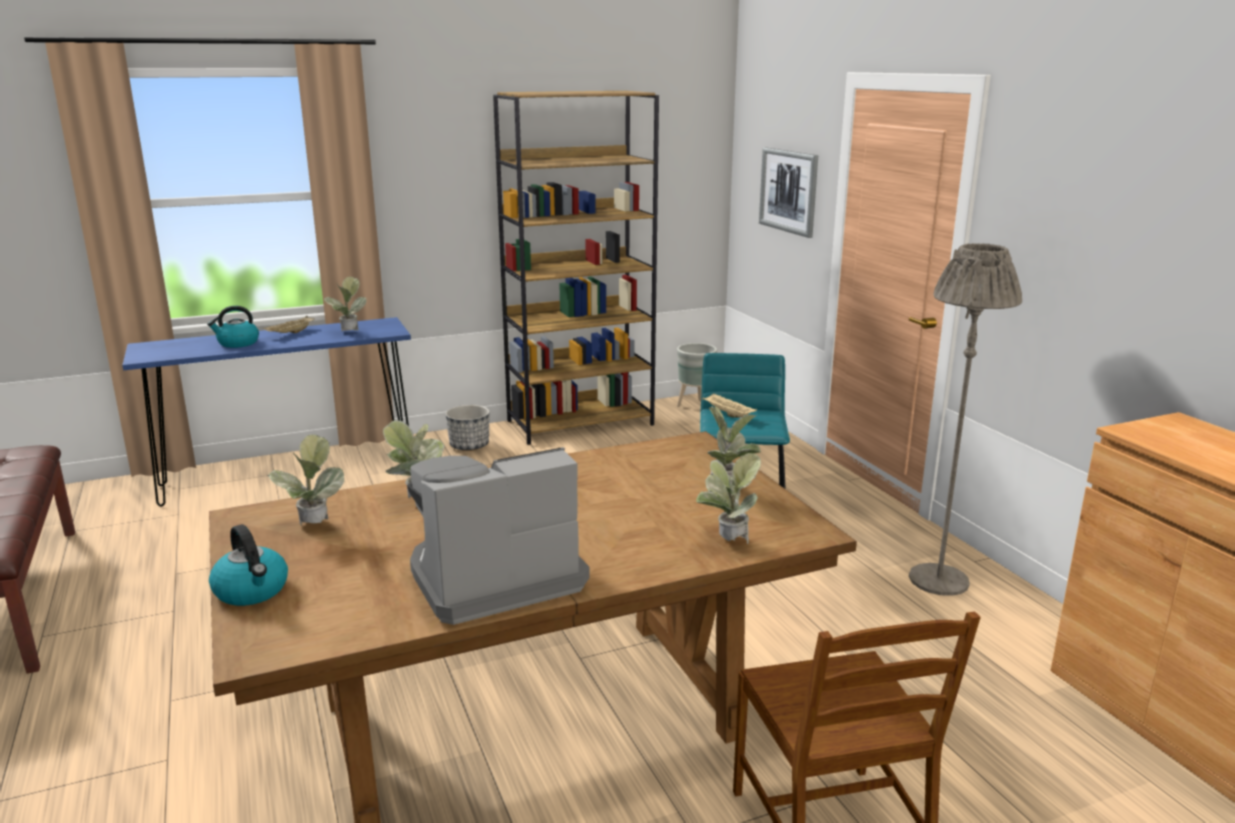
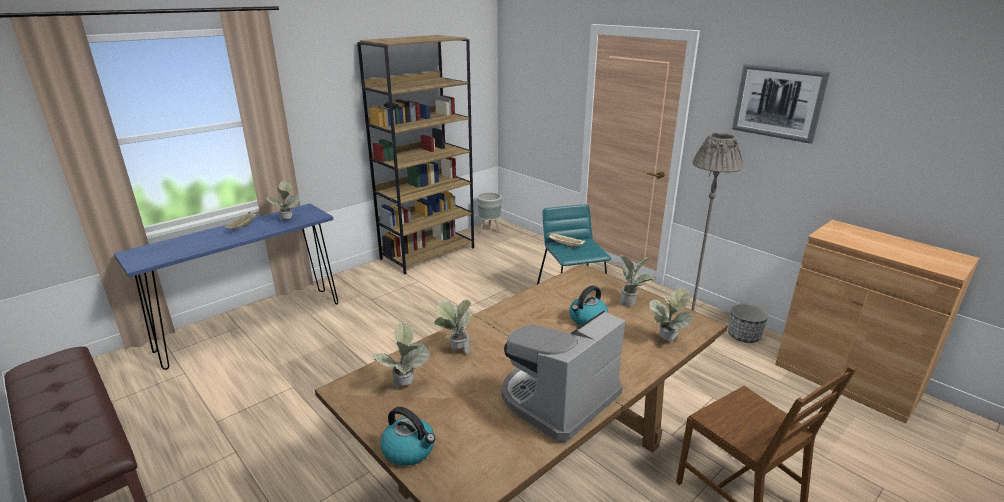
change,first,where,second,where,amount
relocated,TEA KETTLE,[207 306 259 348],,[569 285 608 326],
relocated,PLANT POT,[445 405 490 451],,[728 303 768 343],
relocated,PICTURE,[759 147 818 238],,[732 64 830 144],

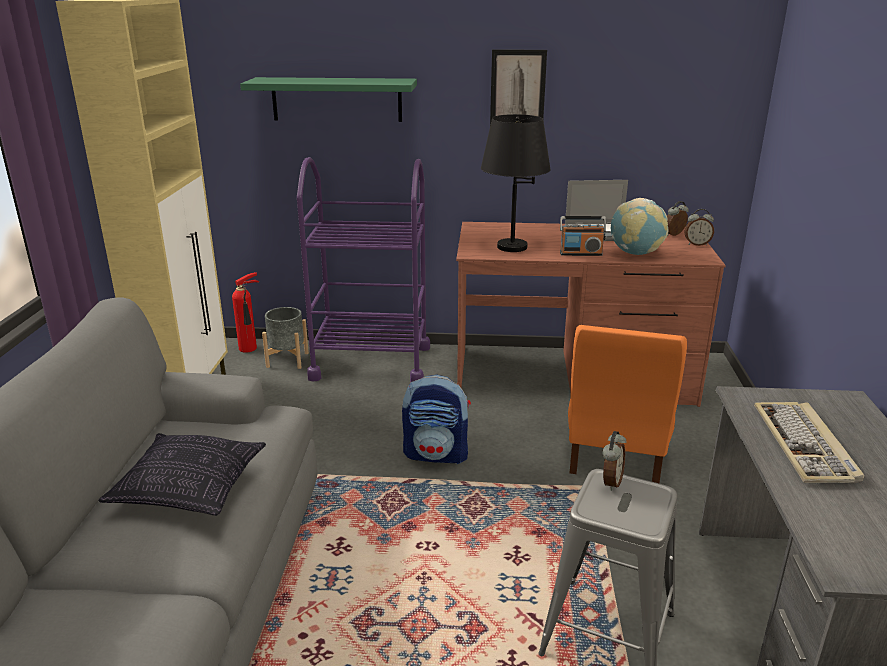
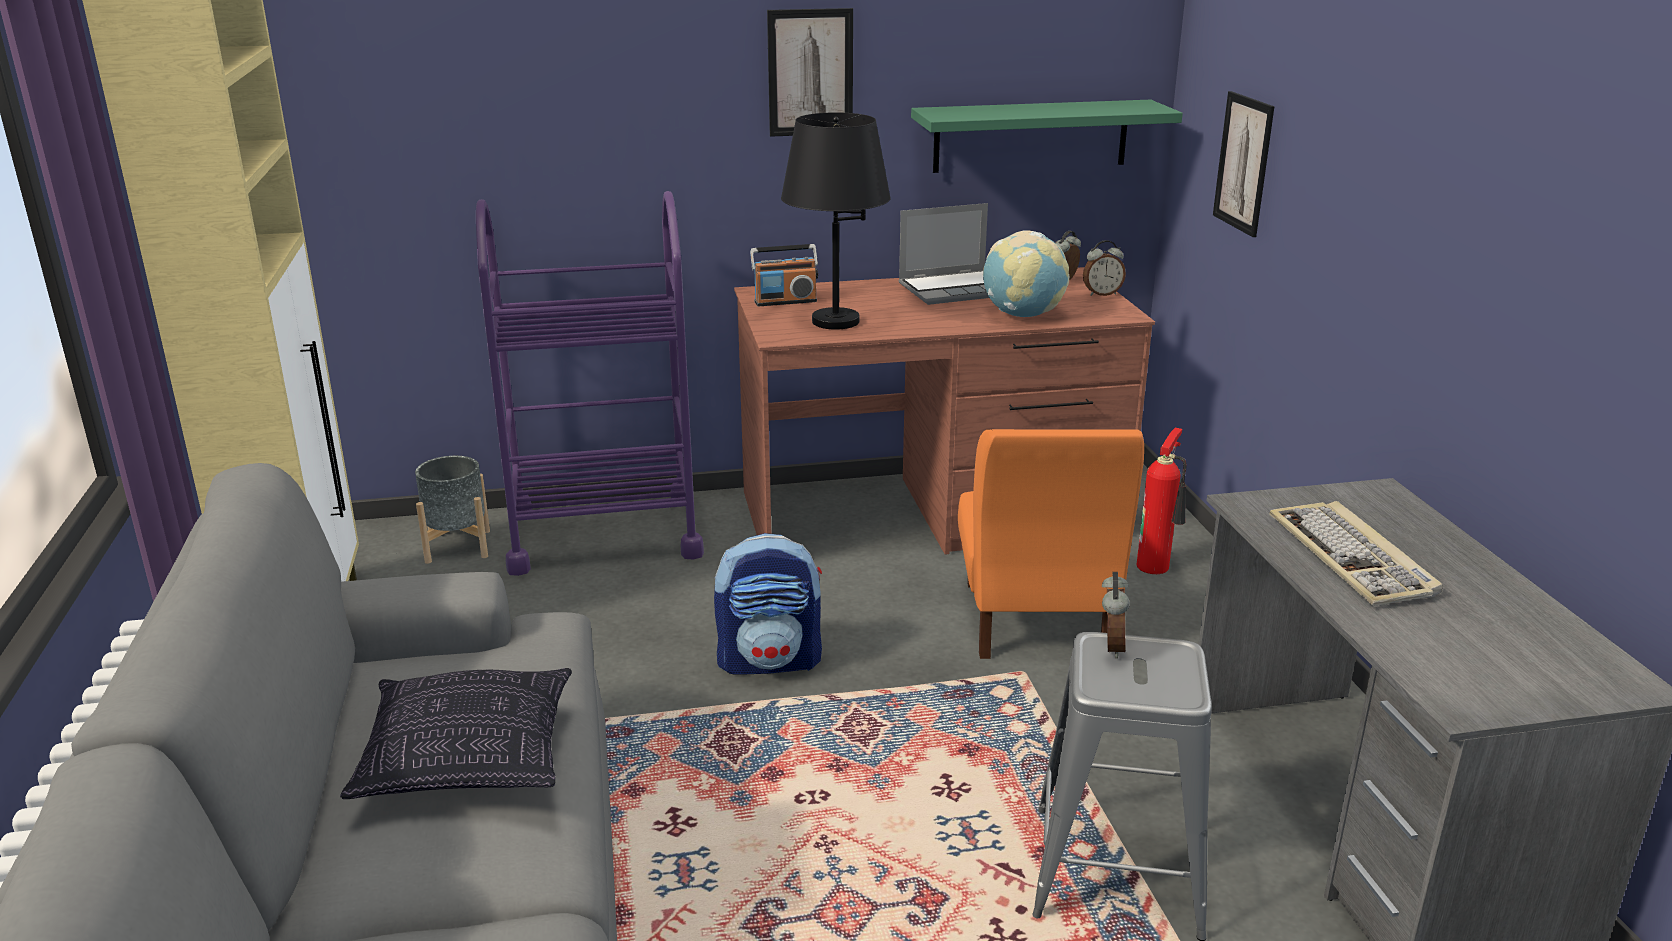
change,first,where,second,where,amount
relocated,RADIO SET,[560 216 606 256],,[750 244 818 306],
relocated,GREENISH BRACKET SHELF,[240 77 417 122],,[911 100 1183 173],
relocated,EXTINGUISHER,[232 272 259 353],,[1137 428 1187 574],
appeared,,,PICTURE,[1213 91 1275 237],

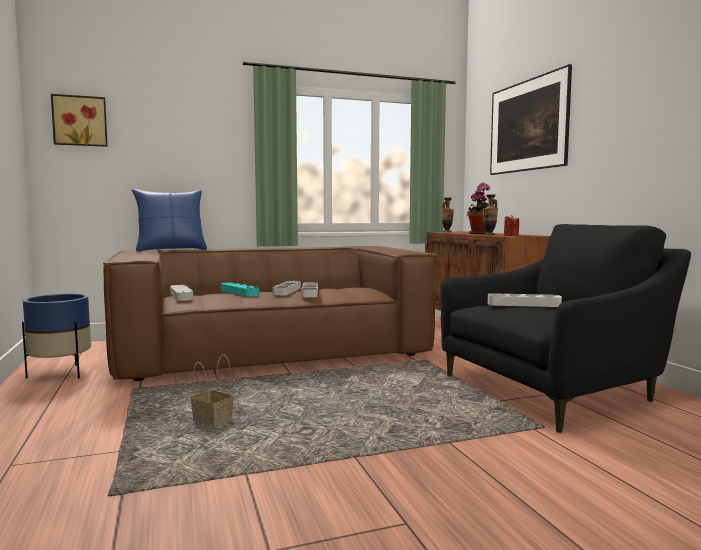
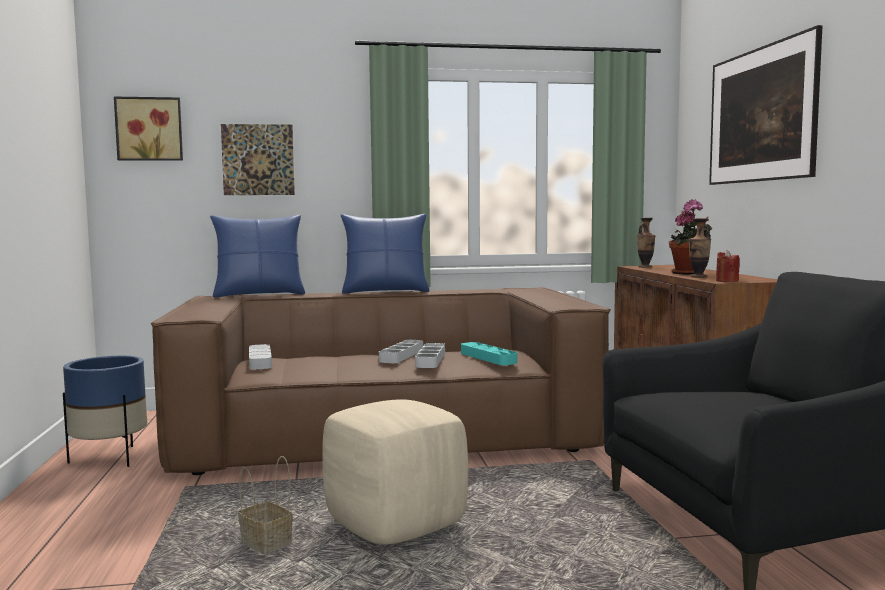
change,first,where,second,where,amount
appeared,,,PICTURE,[221 124 295 195],
appeared,,,SAND-COLOURED POUFFE,[322 399 468 545],
appeared,,,BLUISH PILLOW,[341 214 429 294],
relocated,TURQUOISE CARRYING TRAY,[221 282 259 296],,[461 342 517 365],
missing,GRAY CARRYING TRAY,[488 293 562 307],,,

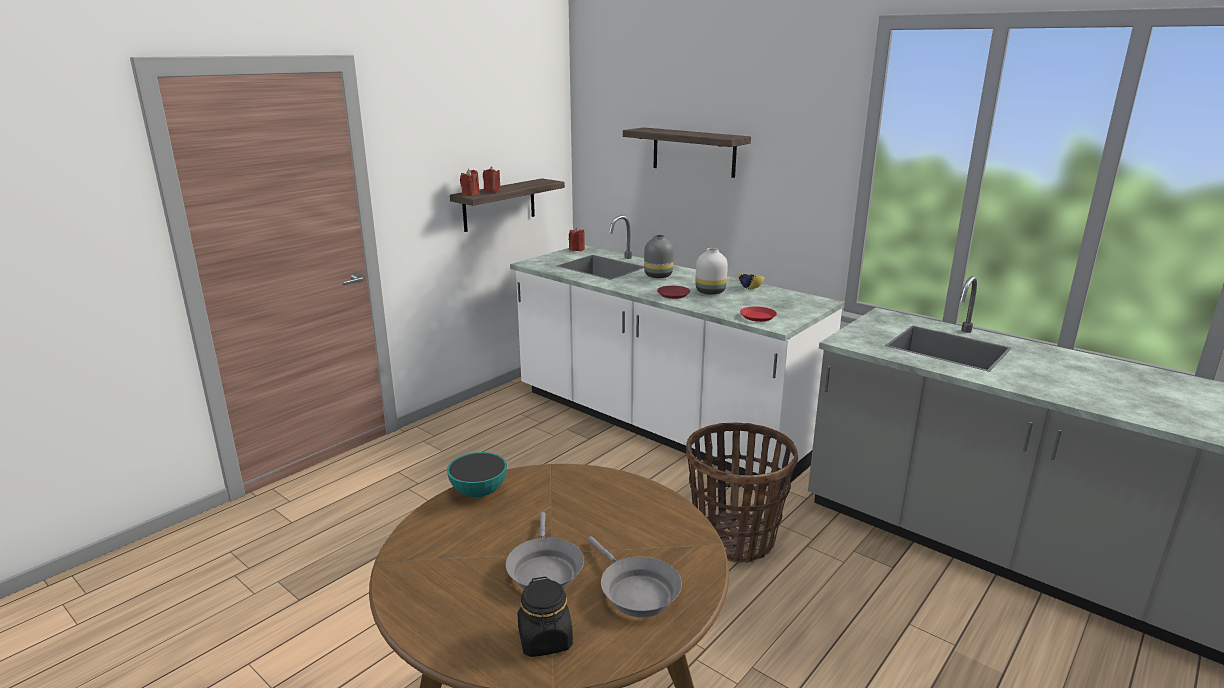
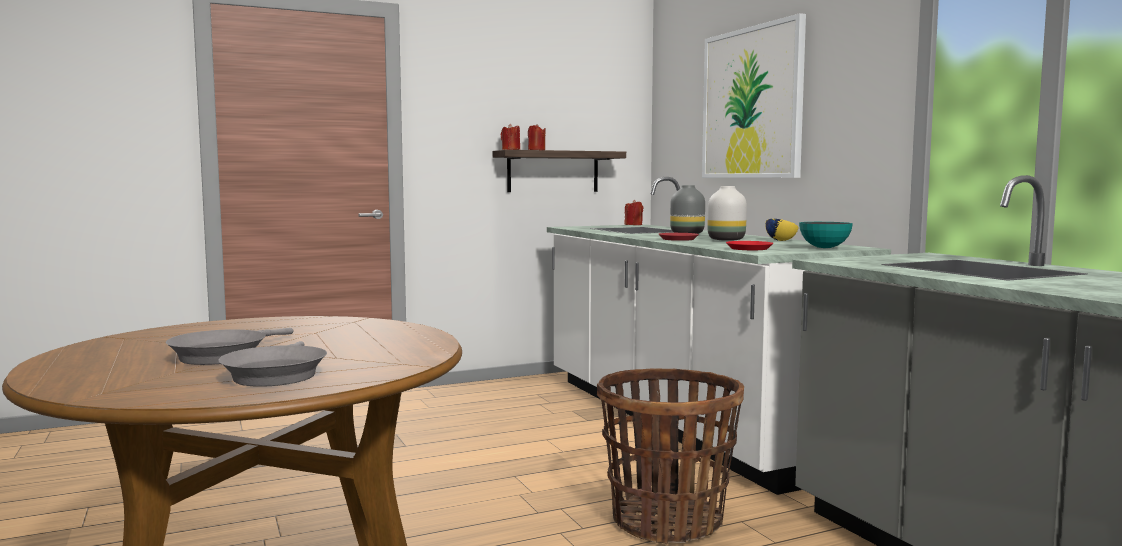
change,first,where,second,where,amount
exchanged,BRACKET SHELF,[623 127 751 178],PICTURE,[702 13 806 178],
relocated,SERVING BOWL,[447 452 507 497],,[799 222 853 248],
missing,BLACKISH PRESERVE JAR,[518 576 573 657],,,

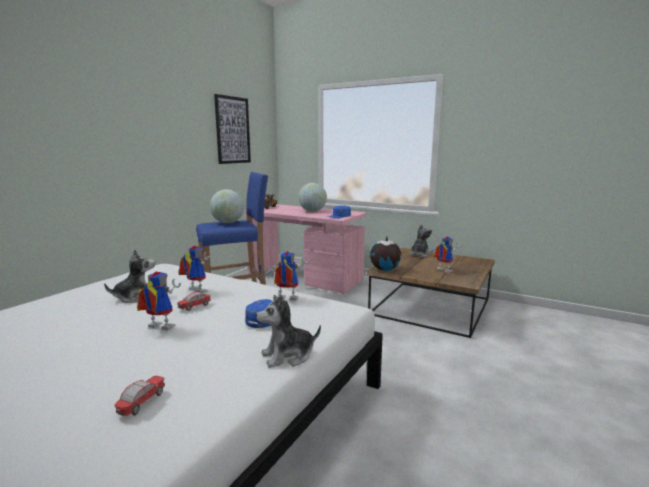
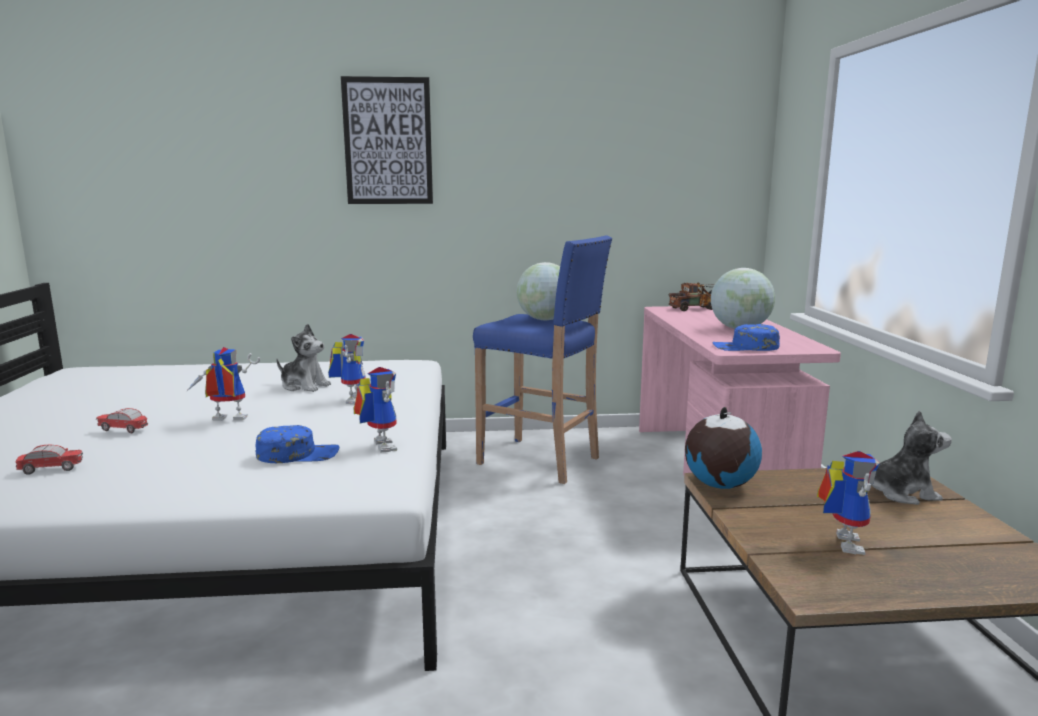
change,first,where,second,where,amount
relocated,MODEL CAR,[177 292 211 311],,[96 408 148 433],
spun,ROBOT FIGURE,[133 272 181 331],,[186 347 260 421],75 degrees counterclockwise
relocated,PICTURE,[214 94 251 164],,[341 76 433 204],
missing,PLUSH TOY,[256 295 321 368],,,

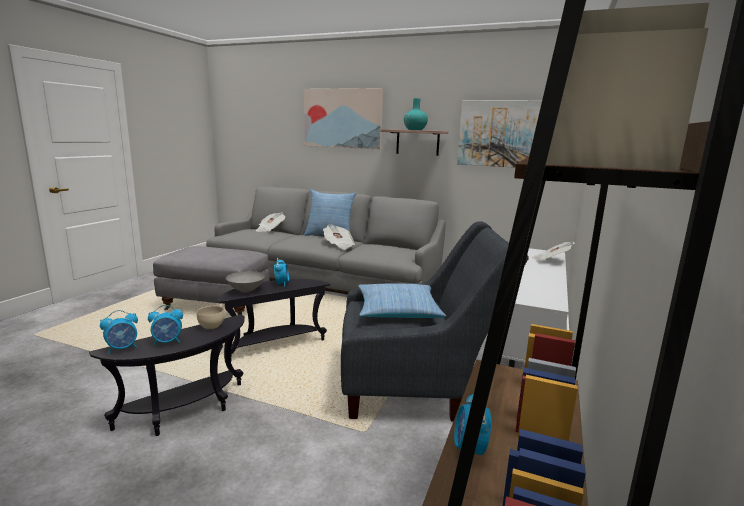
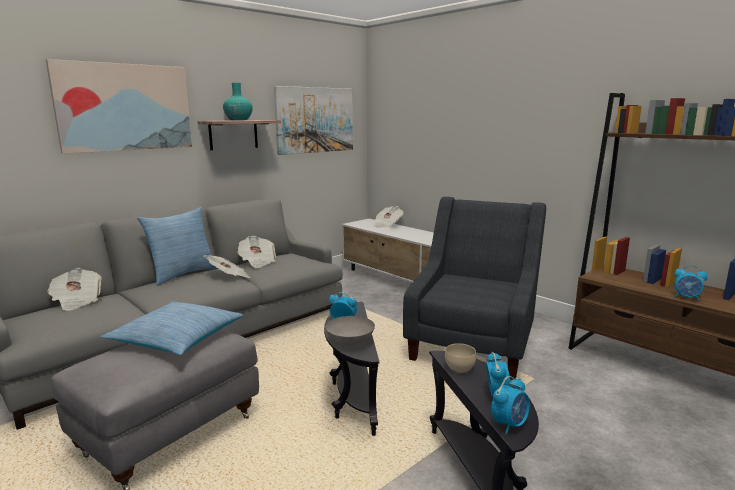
change,first,where,second,where,amount
relocated,PILLOW,[358 283 446 318],,[100 301 244 355],
appeared,,,NEWSPAPER,[238 236 276 268],
spun,TABLE CLOCK,[100 310 138 354],,[492 376 530 434],60 degrees clockwise

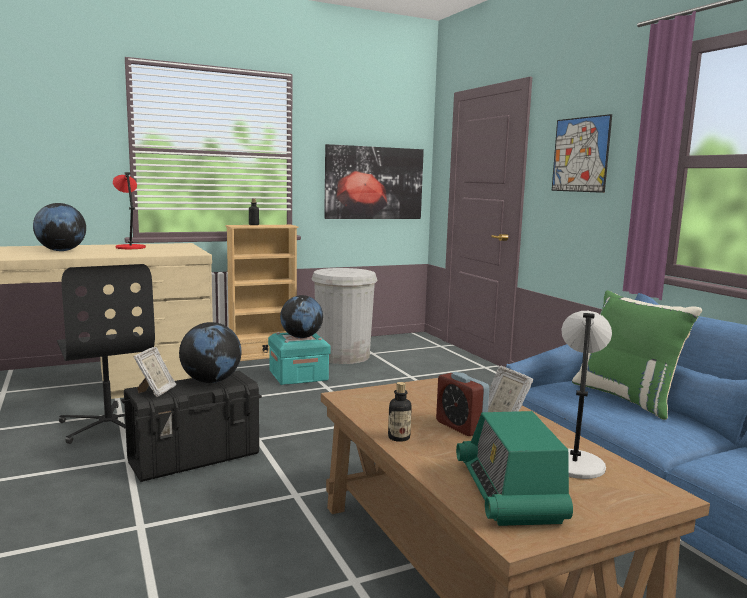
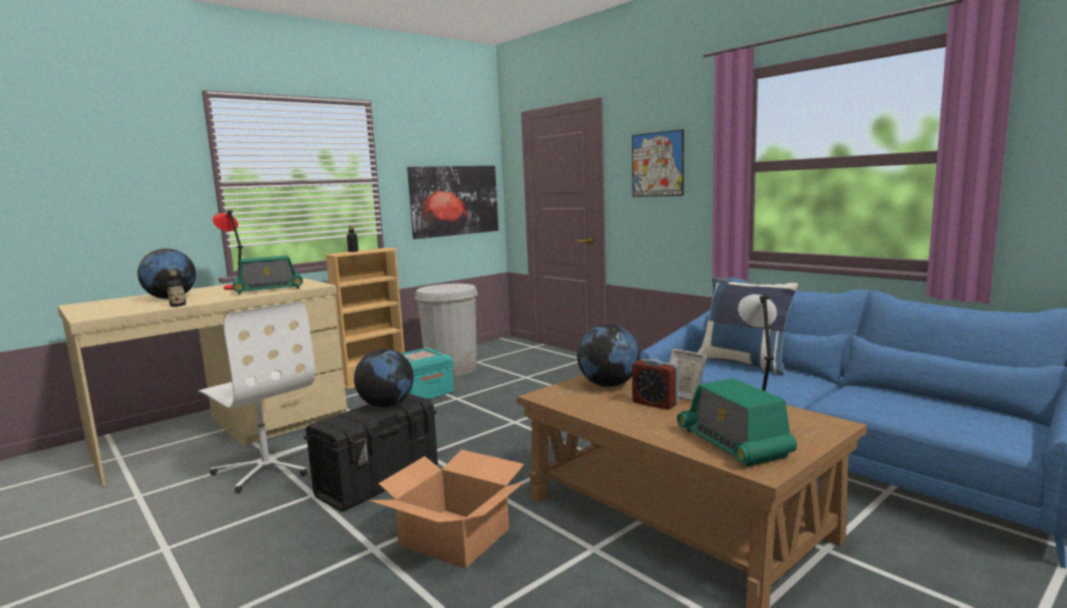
change,first,where,second,where,amount
relocated,BEVERAGE BOTTLE,[388 382 412 442],,[167 270 186 307],
colour,BLACKISH OFFICE CHAIR,[57 264 155 444],WHITE OFFICE CHAIR,[198 301 315 493],
appeared,,,RADIO SET,[232 255 303 294],
appeared,,,PACKING BOX,[369 450 524 569],
relocated,WORLD GLOBE,[280 295 323 338],,[577 324 640 387],
colour,GREENISH PILLOW,[572 290 702 420],BLUISH PILLOW,[697 278 798 375],
missing,PHOTO FRAME,[134 347 176 397],,,

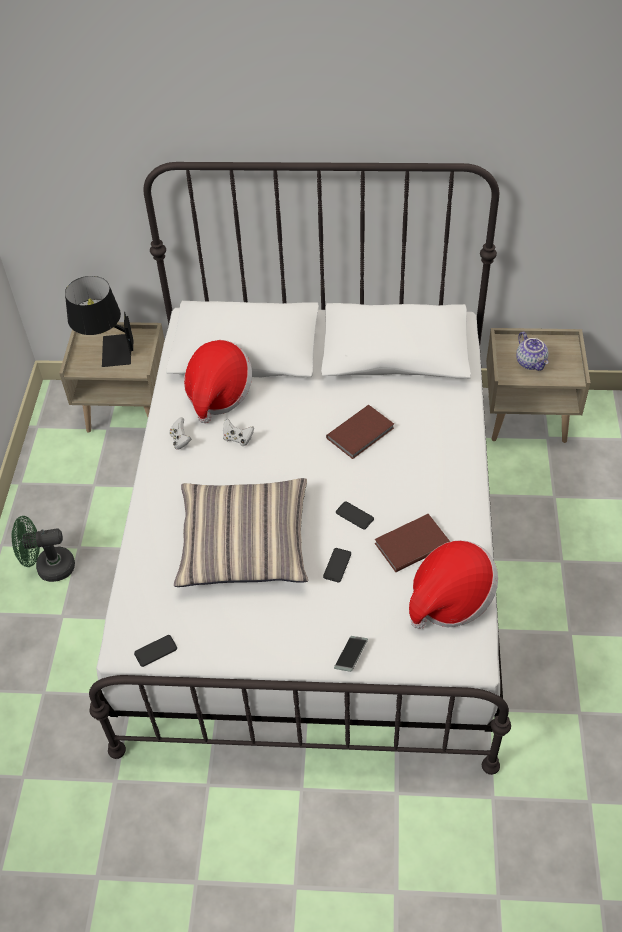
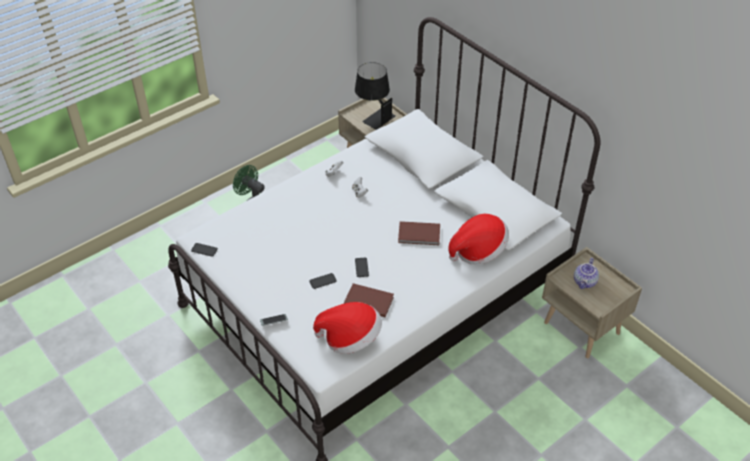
change,first,where,second,where,amount
relocated,HAT,[184 340 252 424],,[448 214 509 264],
missing,PILLOW,[174 478 308 587],,,

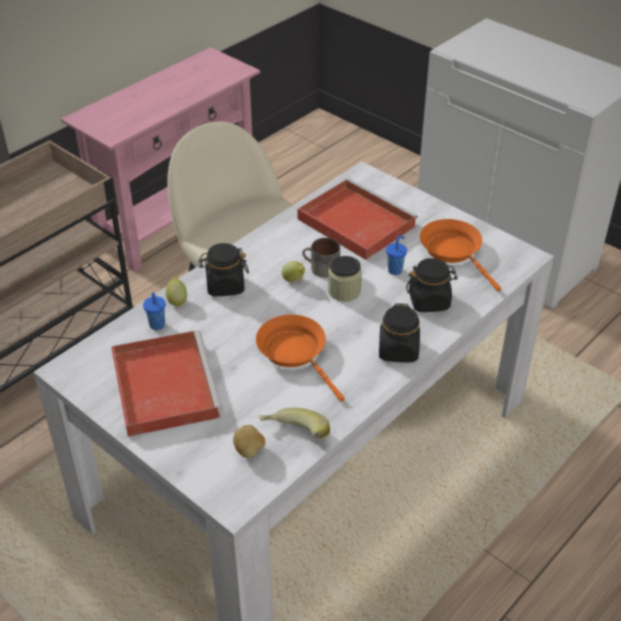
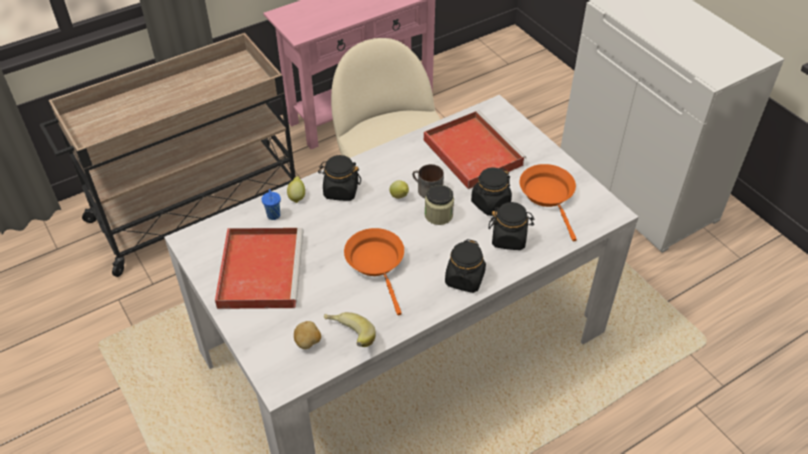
change,first,where,second,where,amount
exchanged,BLUISH SMALL CUP,[386 235 407 275],BLACKISH PRESERVE JAR,[471 168 512 216],

